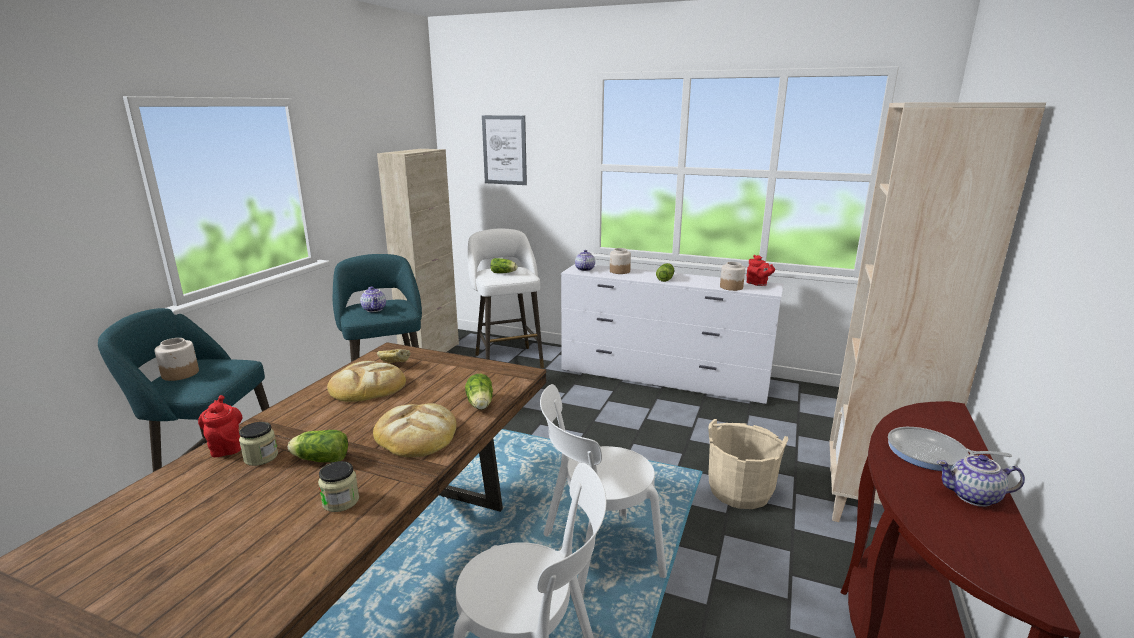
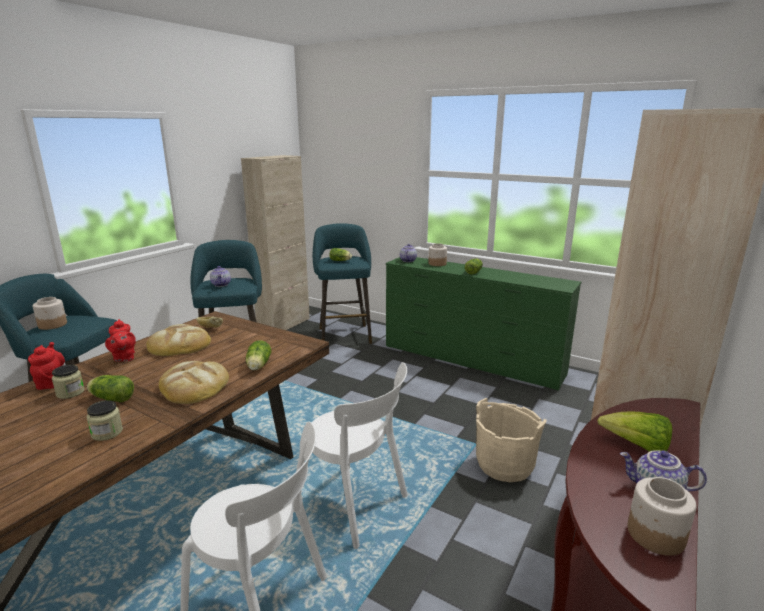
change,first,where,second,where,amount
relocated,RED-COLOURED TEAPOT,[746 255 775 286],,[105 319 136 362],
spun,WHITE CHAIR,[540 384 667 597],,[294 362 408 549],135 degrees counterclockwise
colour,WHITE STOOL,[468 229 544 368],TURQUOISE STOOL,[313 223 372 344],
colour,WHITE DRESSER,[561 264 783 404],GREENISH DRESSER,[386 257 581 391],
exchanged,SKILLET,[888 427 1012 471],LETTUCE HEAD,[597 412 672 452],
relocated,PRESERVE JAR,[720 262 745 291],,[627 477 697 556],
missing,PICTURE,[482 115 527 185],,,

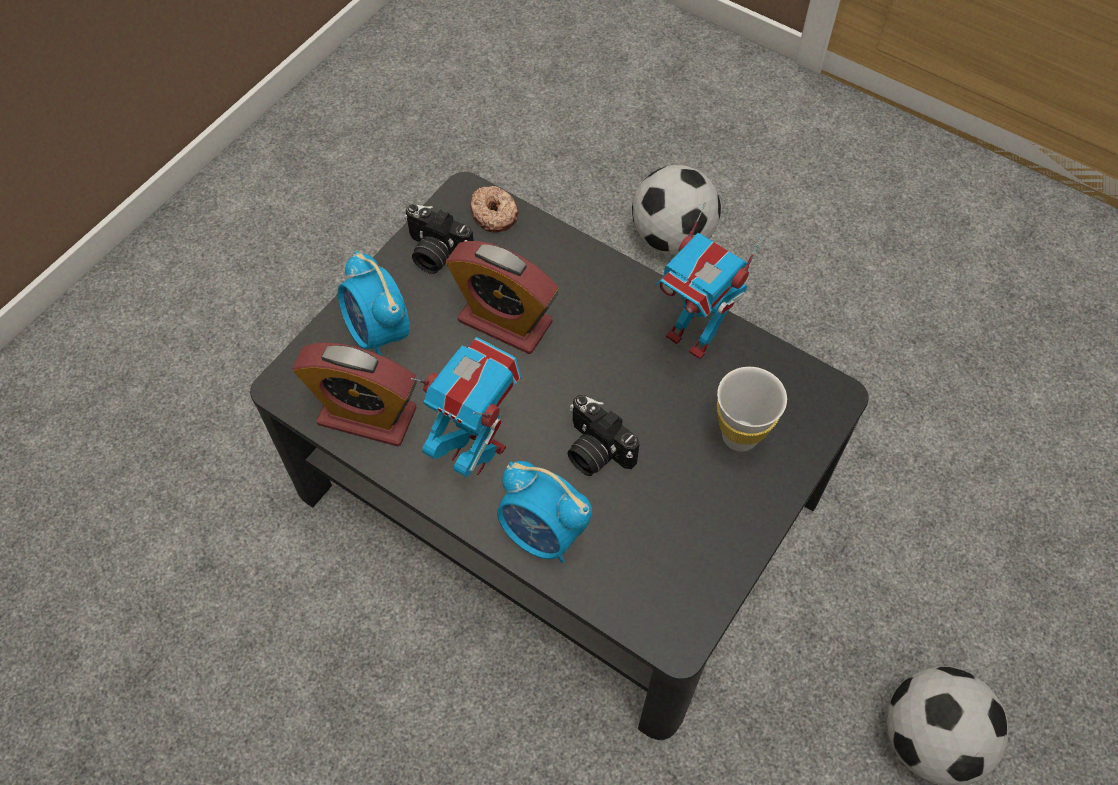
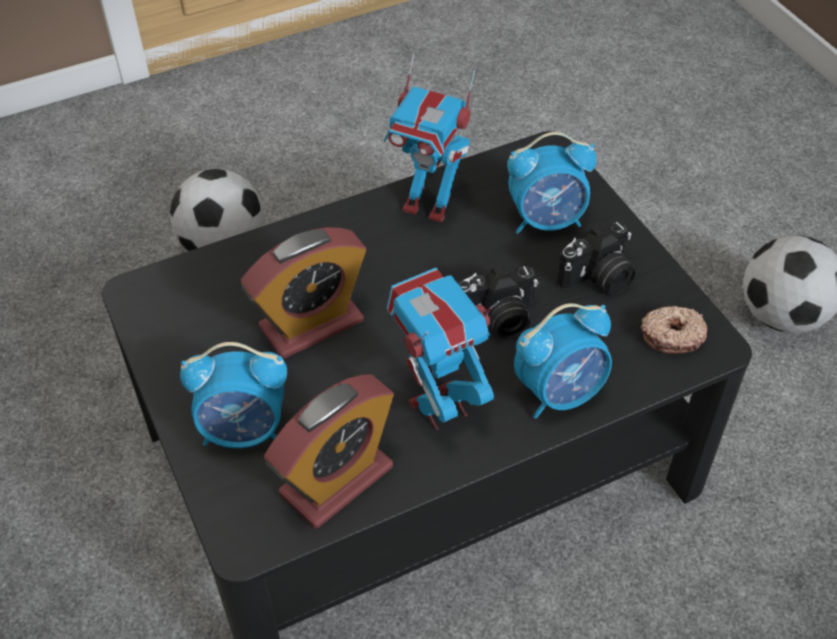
change,first,where,second,where,amount
spun,ROBOT FIGURE,[655 203 762 359],,[384 54 475 222],45 degrees clockwise
exchanged,WHITE SMALL CUP,[717 367 787 452],TABLE CLOCK,[507 132 597 234],
relocated,STILL CAMERA,[404 204 474 274],,[557 222 636 295],
relocated,DOUGHNUT,[470 186 519 233],,[641 306 708 354],

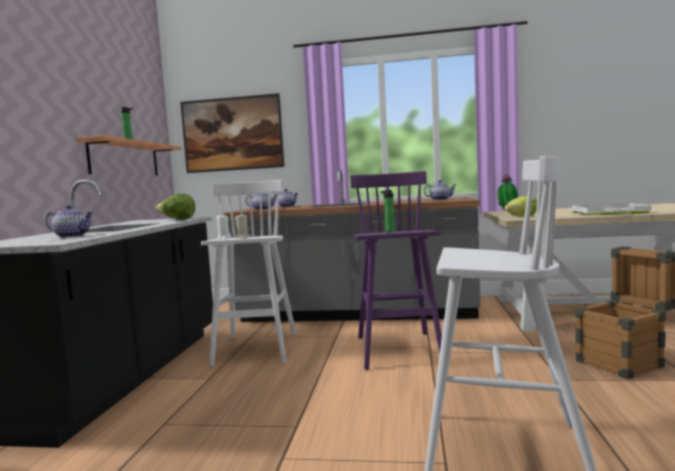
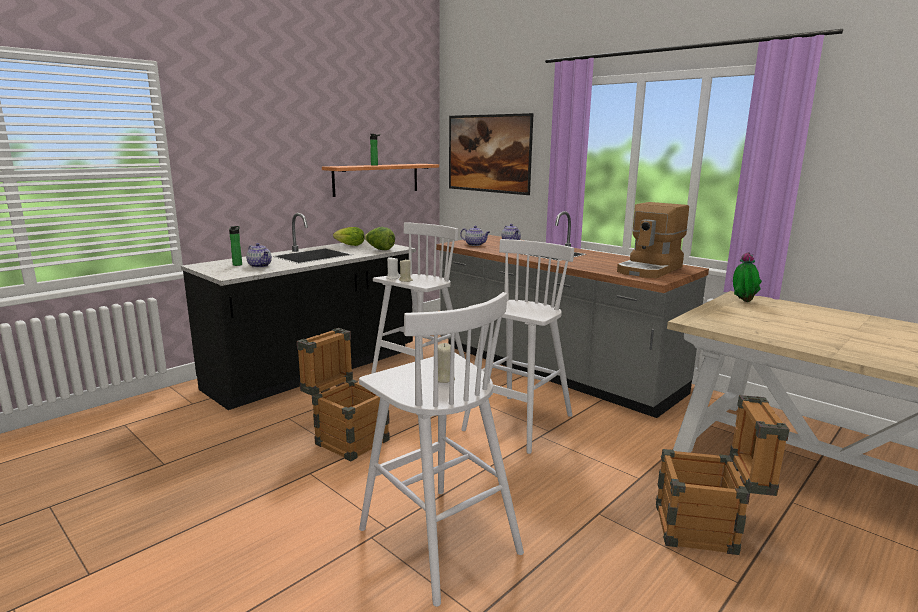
change,first,where,second,where,amount
relocated,BEVERAGE BOTTLE,[380 190 395 232],,[229 226 242 266],
appeared,,,PACKING CRATE,[297 328 390 462],
relocated,LETTUCE HEAD,[504 196 537 216],,[333 227 365 246],
appeared,,,SAND-COLOURED CANDLE,[433 343 455 383],
colour,PURPLE STOOL,[350 171 442 370],WHITE STOOL,[461 239 574 454],
exchanged,TEAPOT,[424 180 456 200],COFFEE MACHINE,[617 202 689 278],
missing,WHITE CARRYING TRAY,[570 203 654 215],,,

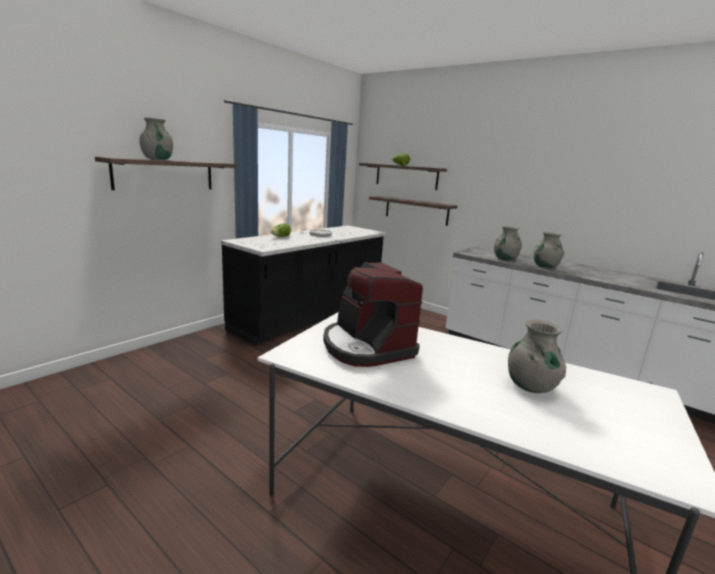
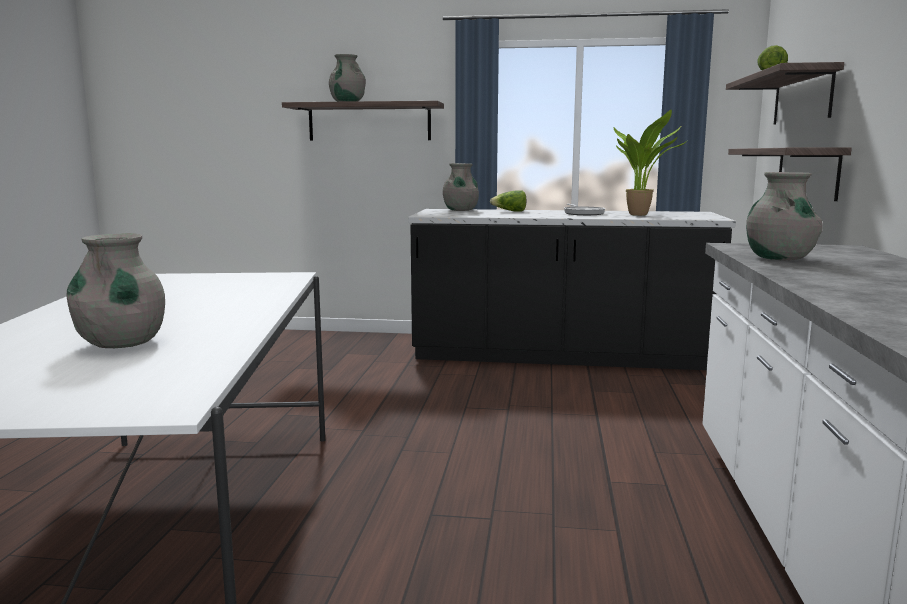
change,first,where,second,where,amount
relocated,GRAY DECORATIVE VASE,[533 232 564 268],,[443 163 479 211],
appeared,,,PLANT IN A POT,[614 110 688 216],
missing,COFFEE MACHINE,[323 262 423 367],,,

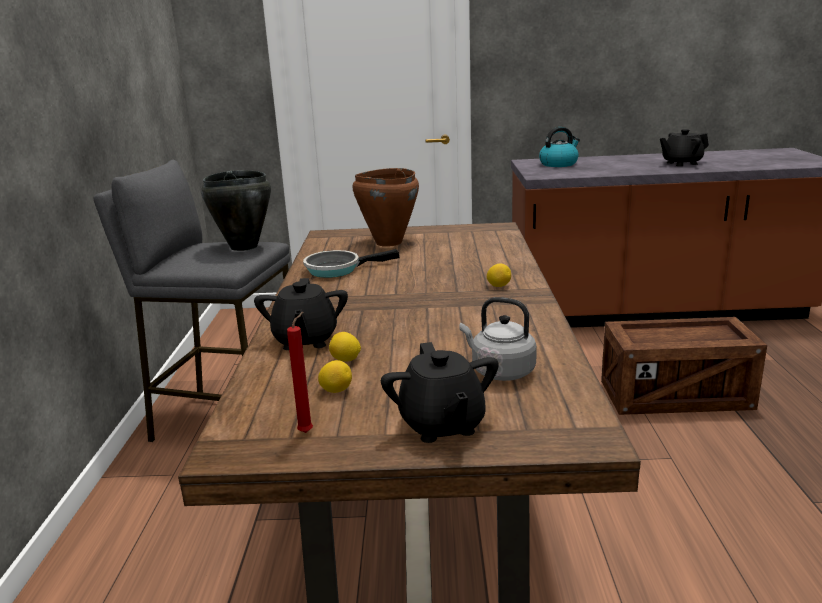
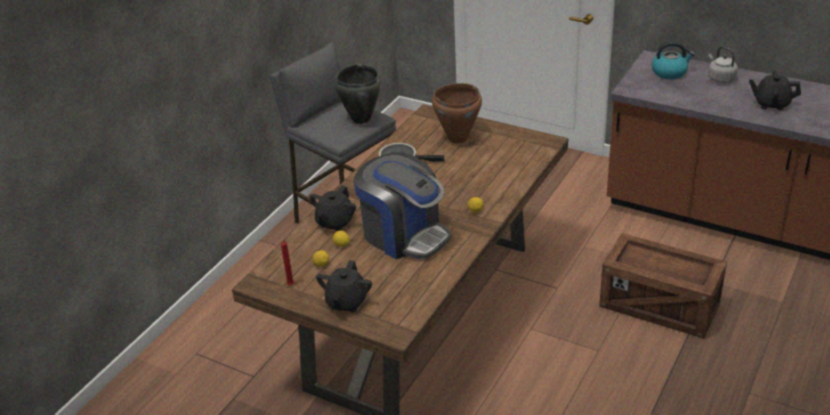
change,first,where,second,where,amount
appeared,,,COFFEE MACHINE,[353 152 452 259],
relocated,GRAY TEA KETTLE,[459 297 537 381],,[708 46 738 83],

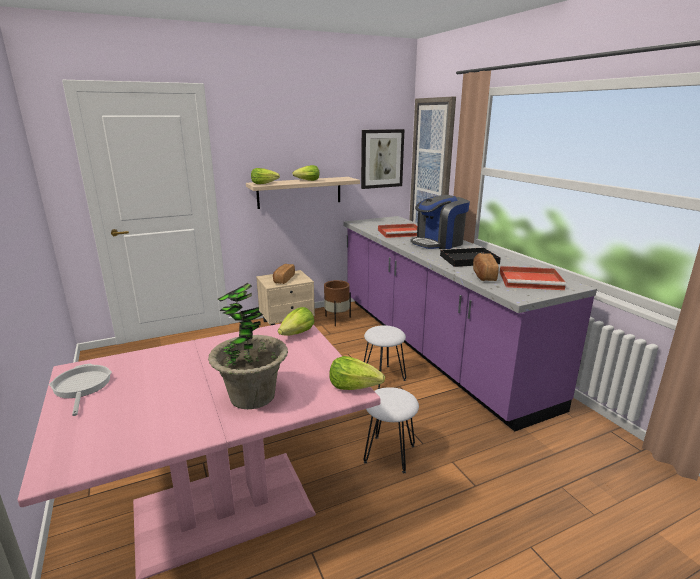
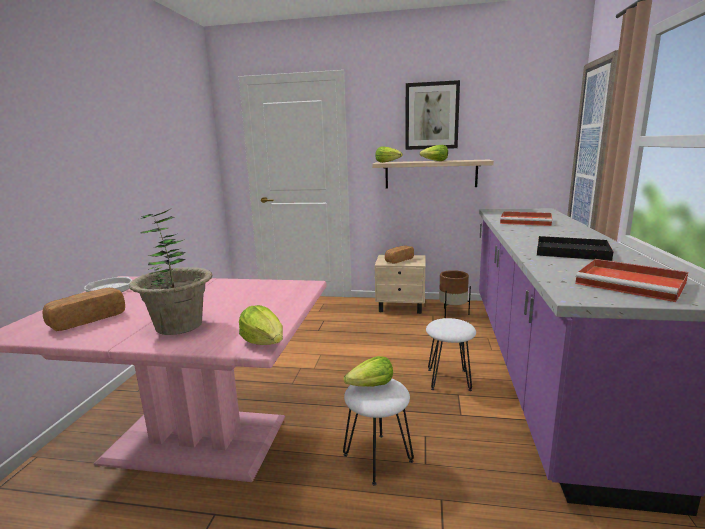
change,first,where,second,where,amount
relocated,BAKERY BREAD,[473 253 499 281],,[42 288 125 331],
relocated,LETTUCE HEAD,[278 307 314 335],,[344 356 393 386],
relocated,PICTURE,[361 129 405 189],,[405 80 460 150],
missing,COFFEE MACHINE,[410 195 470 249],,,

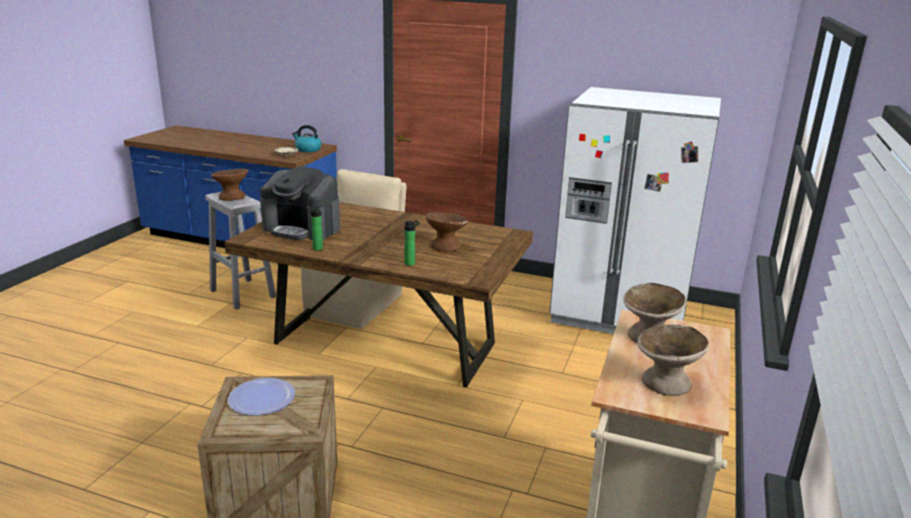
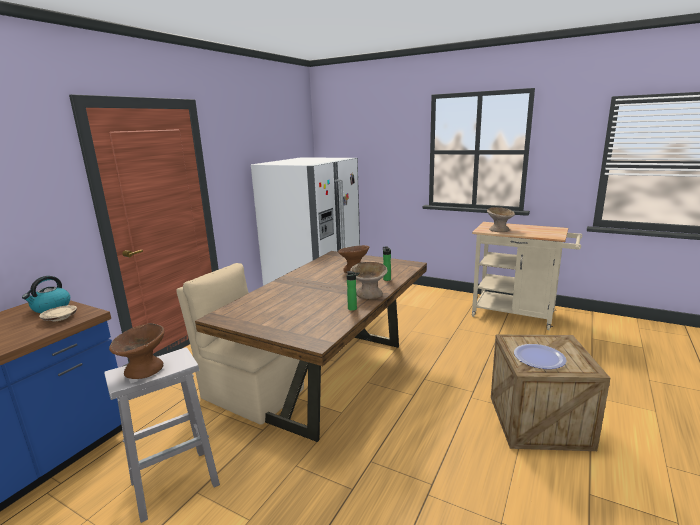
change,first,where,second,where,amount
relocated,SAND-COLOURED SERVING BOWL,[637 324 709 396],,[350 262 388 299],
missing,COFFEE MACHINE,[260 166 340 240],,,

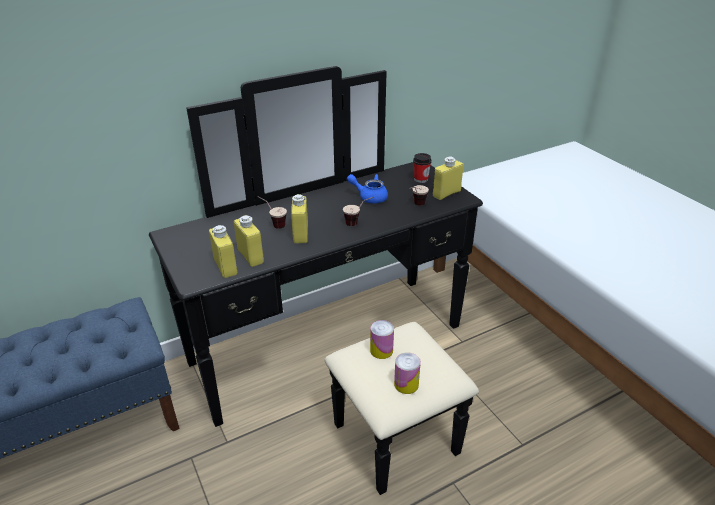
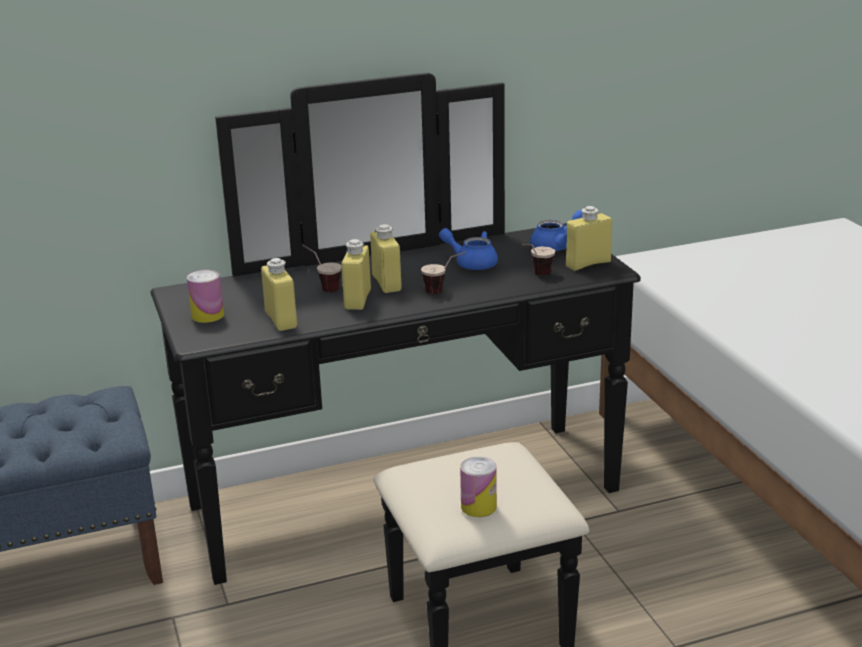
change,first,where,second,where,amount
relocated,SEALED CAN,[370 320 394 359],,[187 270 224 323],
relocated,YELLOWISH BEVERAGE BOTTLE,[209 225 237 278],,[370 224 402 293],
exchanged,SMALL CUP,[413 153 432 183],BLUISH TEAPOT,[530 210 583 251],

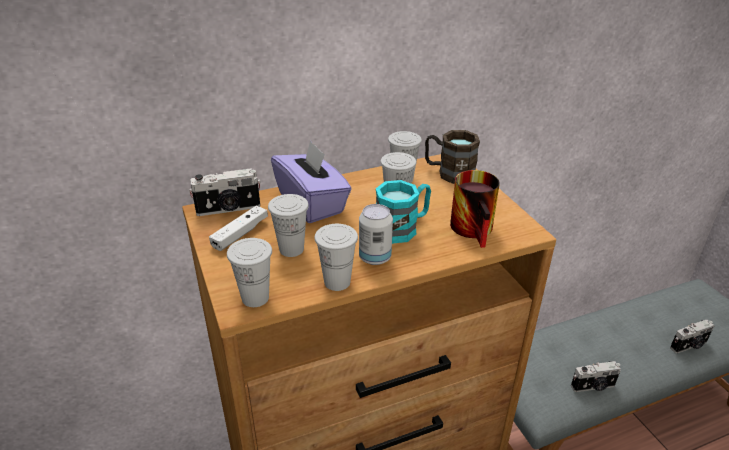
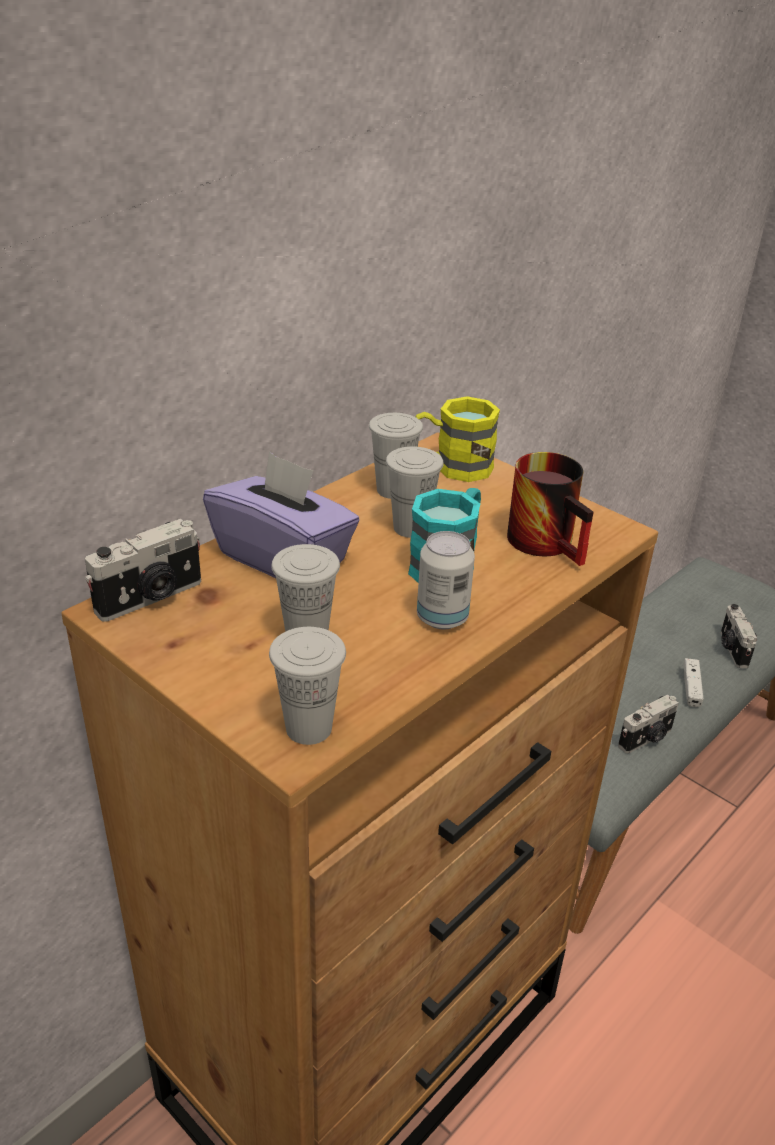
change,first,where,second,where,amount
colour,BROWN-COLOURED COFFEE MUG,[425 130 480 184],YELLOWISH COFFEE MUG,[416 396 500 482],
relocated,WHITE JOYPAD,[209 206 268 251],,[683 658 703 707],
spun,STILL CAMERA,[670 320 715 353],,[721 604 757 668],135 degrees clockwise
missing,WHITE SMALL CUP,[314 224 358 291],,,

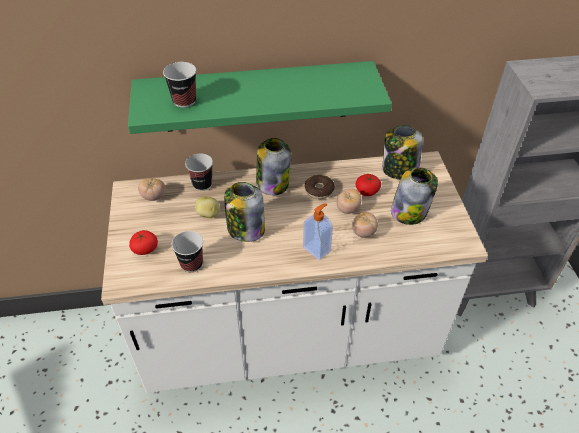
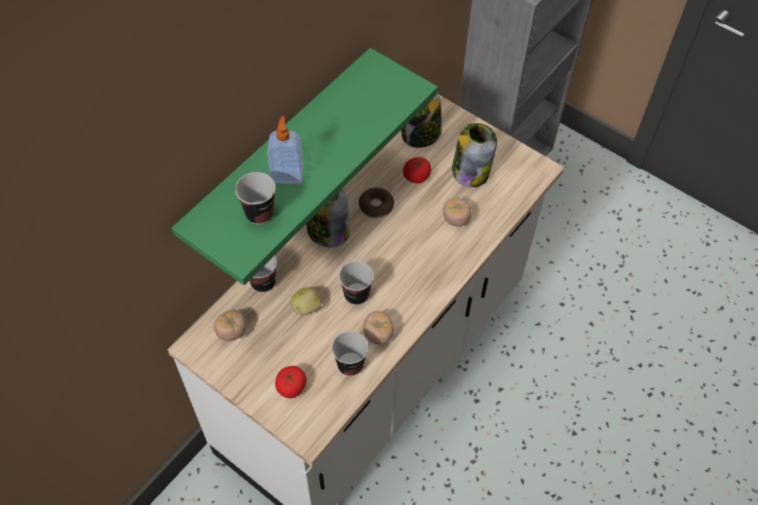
change,first,where,second,where,amount
relocated,LIQUID SOAP BOTTLE,[303 203 333 260],,[267 116 303 184],
exchanged,PRESERVE JAR,[224 182 265 242],SMALL CUP,[339 261 374 305],
relocated,FRESH TOMATO,[336 188 361 214],,[363 311 394 344],

